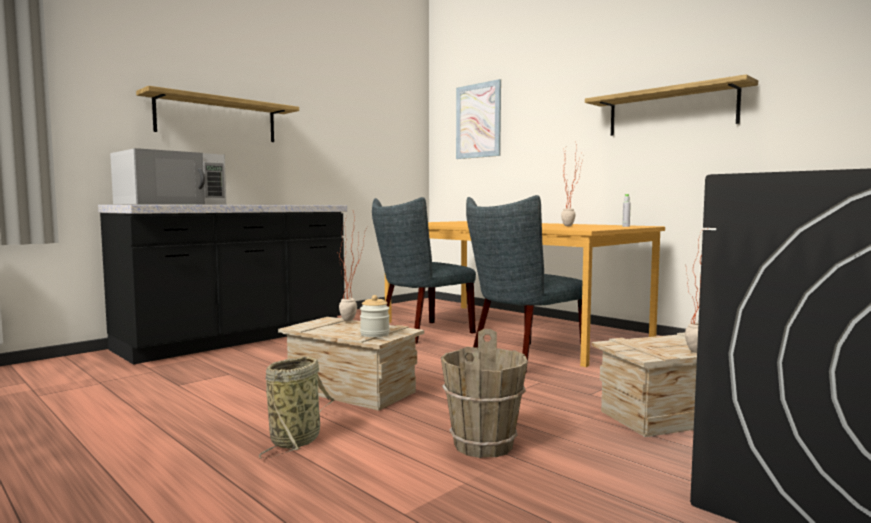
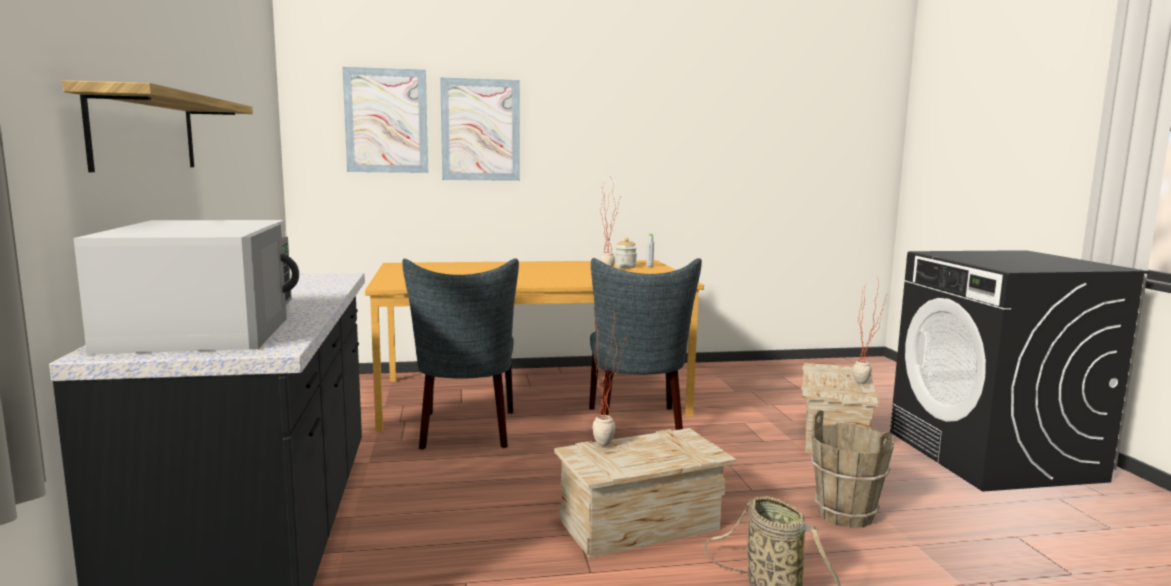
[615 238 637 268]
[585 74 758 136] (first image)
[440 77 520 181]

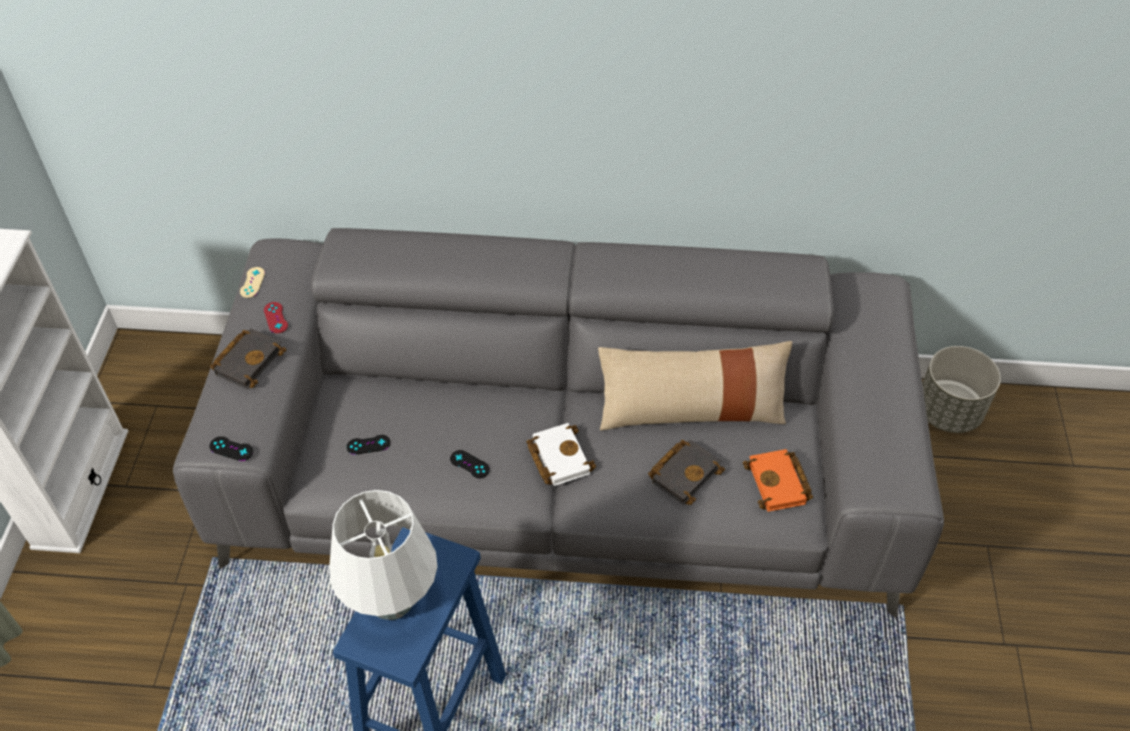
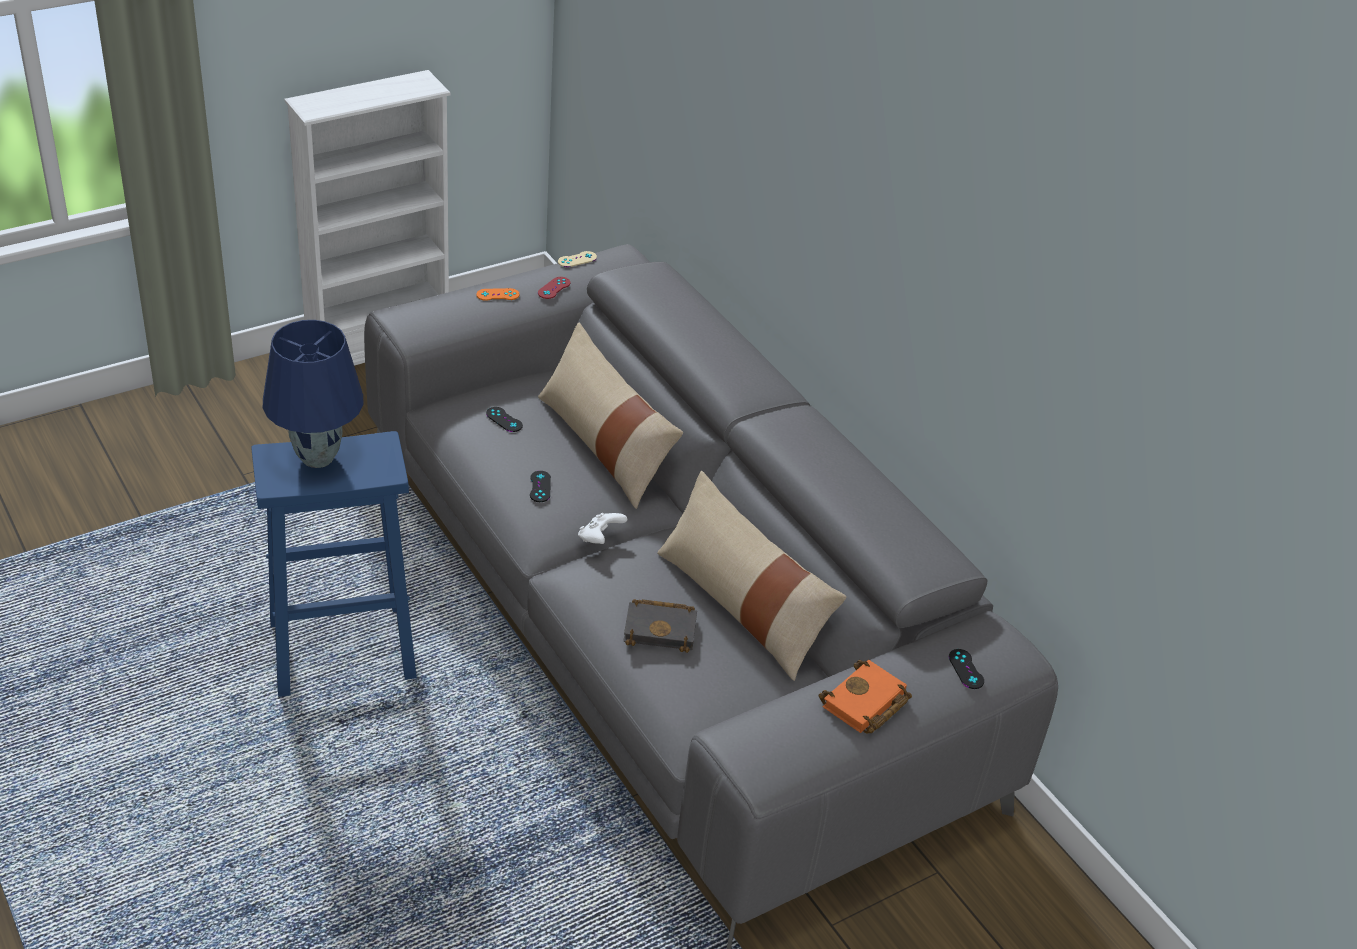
[949 649 984 689]
[476 288 519 301]
[263 320 364 468]
[578 513 627 544]
[819 660 912 734]
[922 346 1001 433] (first image)
[538 323 683 509]

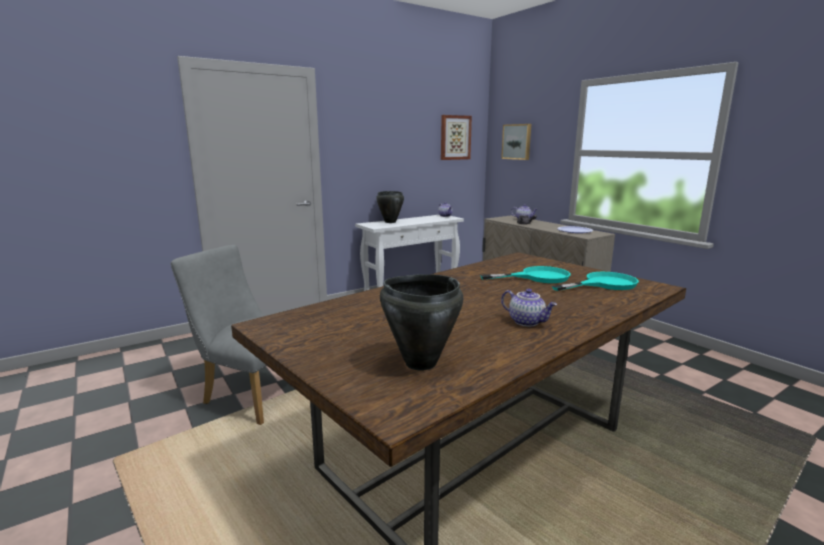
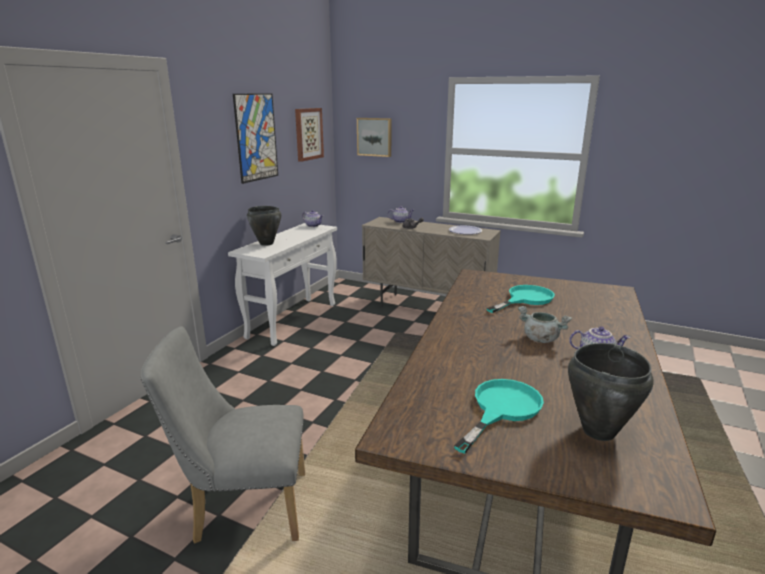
[454 379 544 454]
[233 94 278 184]
[518 306 572 343]

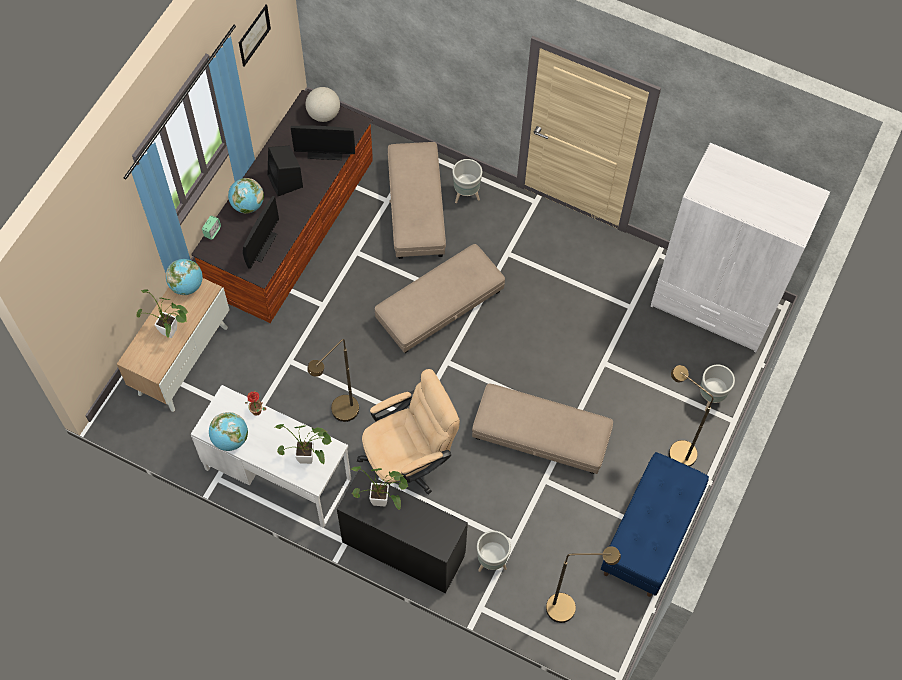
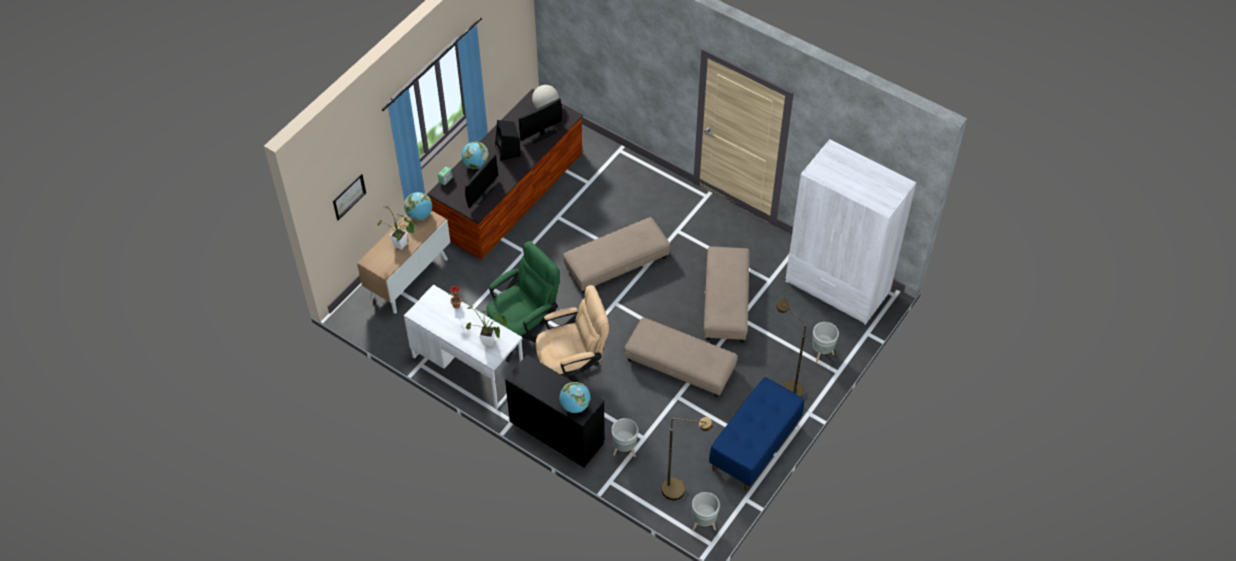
[559 382 591 413]
[333 173 366 220]
[519 98 562 144]
[486 241 560 362]
[352 466 408 509] (first image)
[704 246 749 343]
[692 492 720 530]

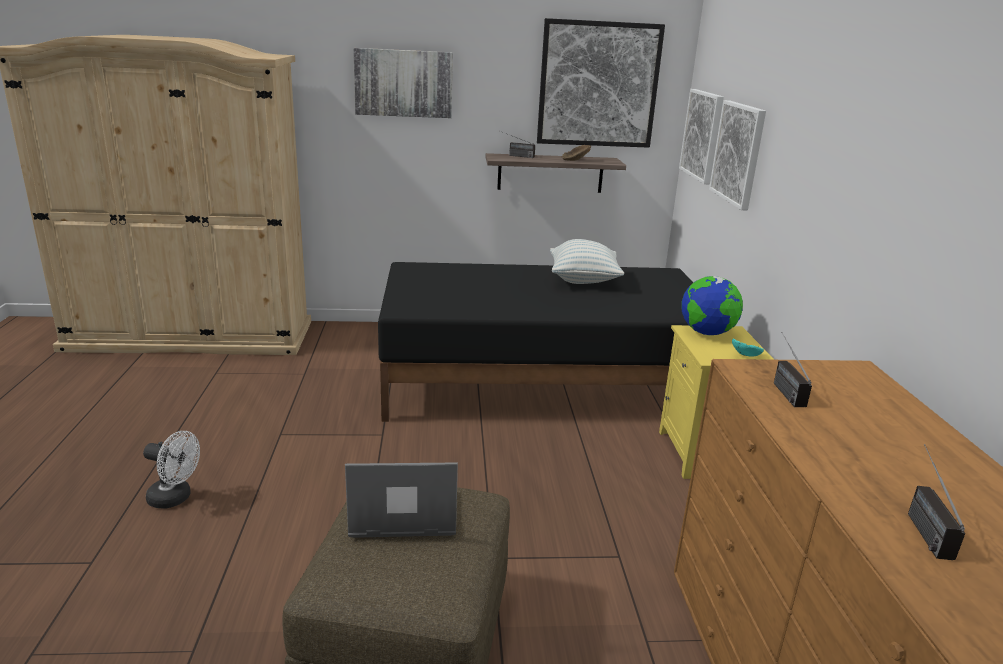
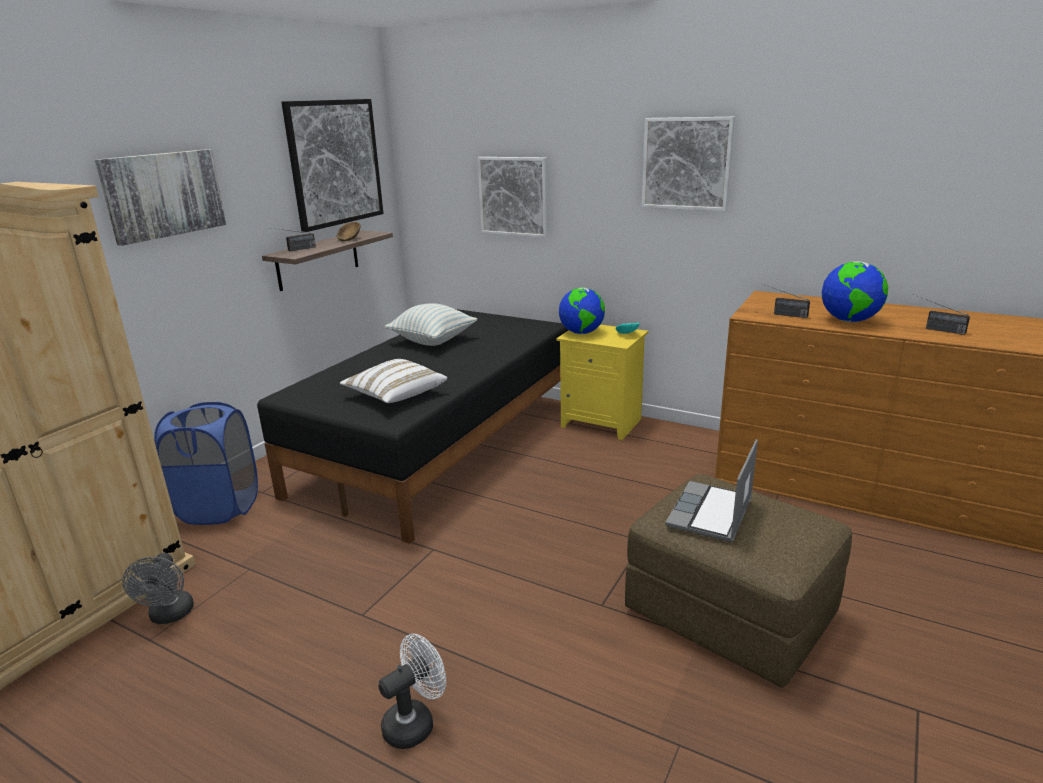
[642 117 735 211]
[122 553 194 624]
[154 402 258 525]
[340 359 447 403]
[822 261 888 322]

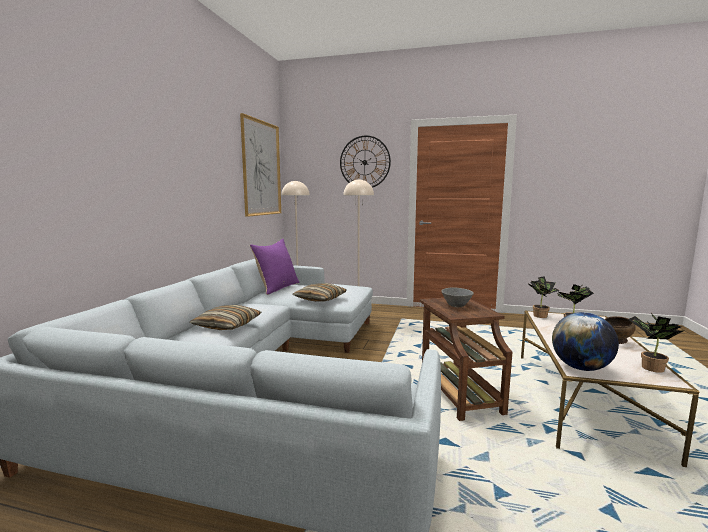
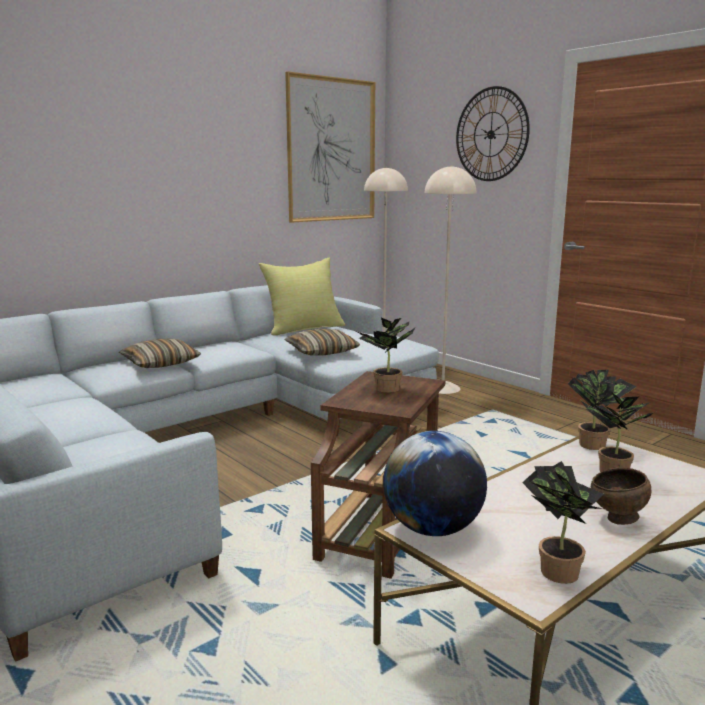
[259 257 345 335]
[356 318 415 393]

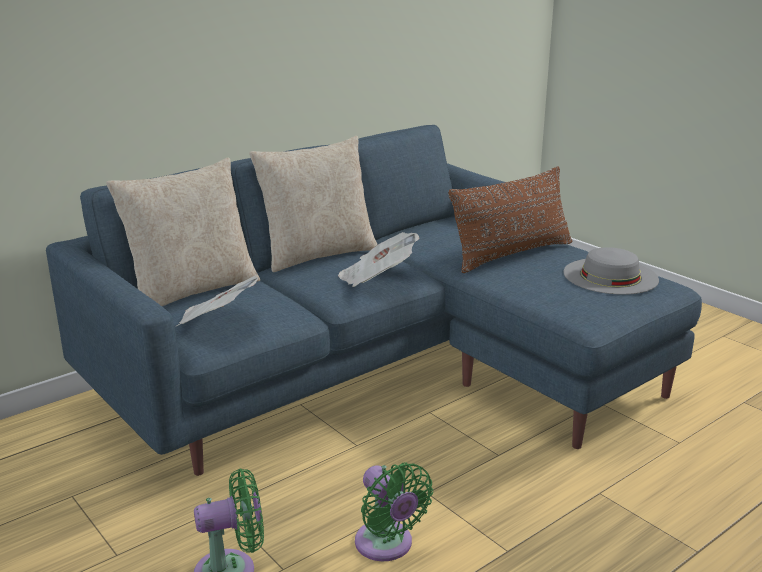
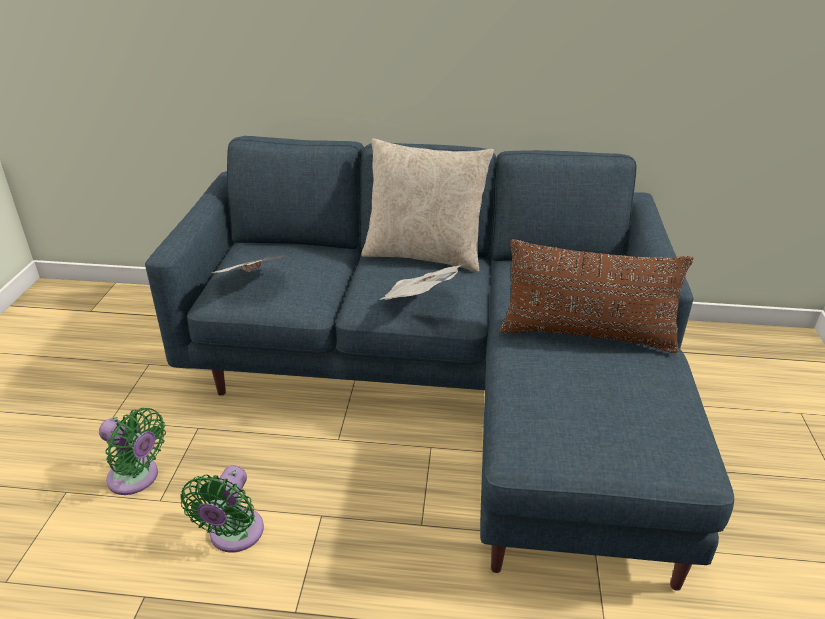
[106 158 260 306] (first image)
[563 247 659 295] (first image)

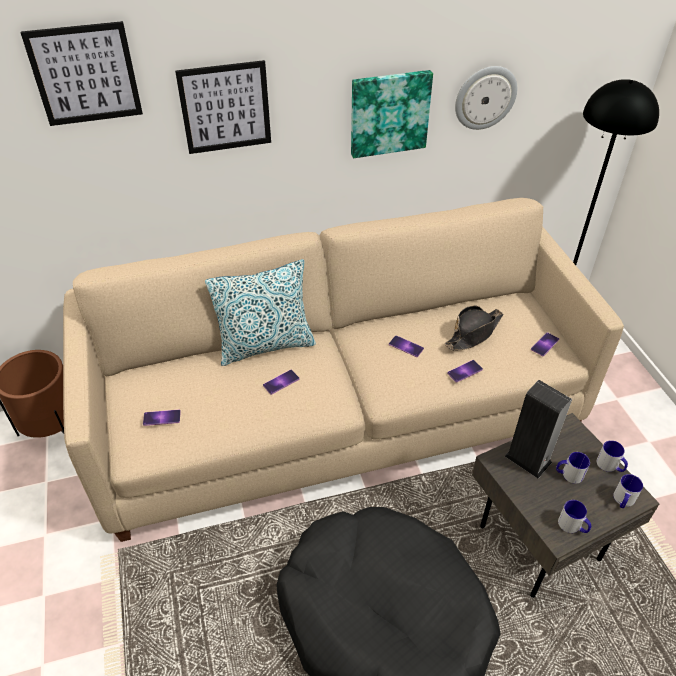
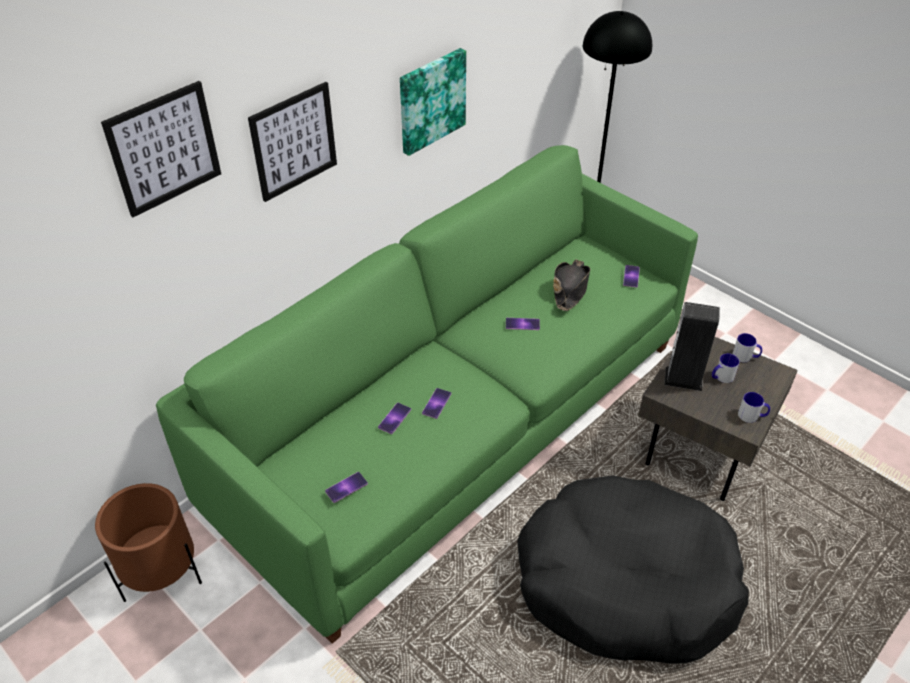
[156 145 698 644]
[205 259 316 366] (first image)
[378 403 411 434]
[455 66 517 130] (first image)
[613 474 643 508] (first image)

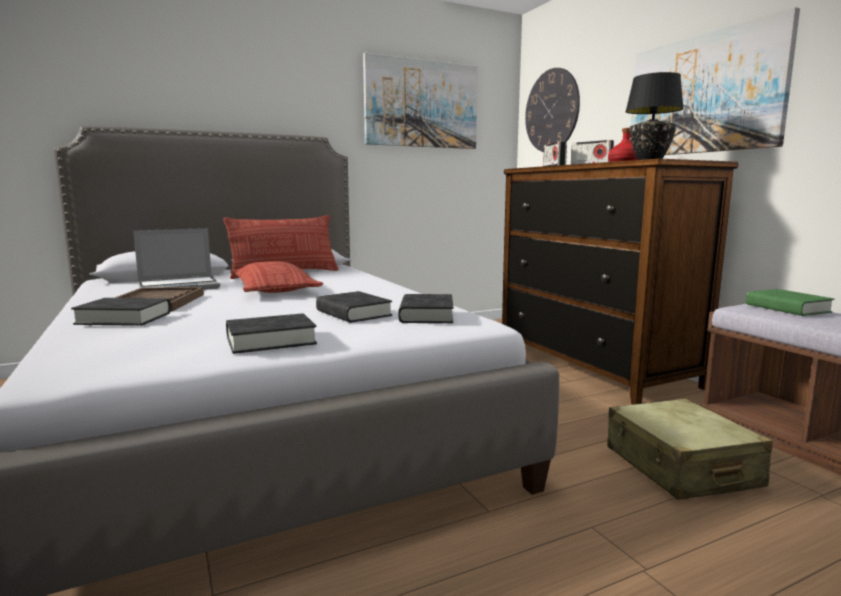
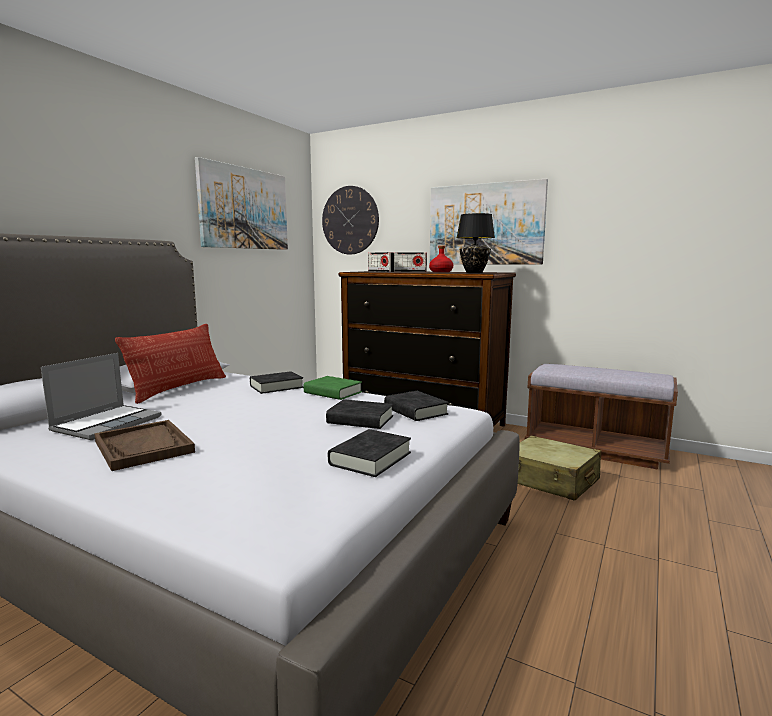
[250 371 304 394]
[230 261 323 293] (first image)
[304 376 362 400]

